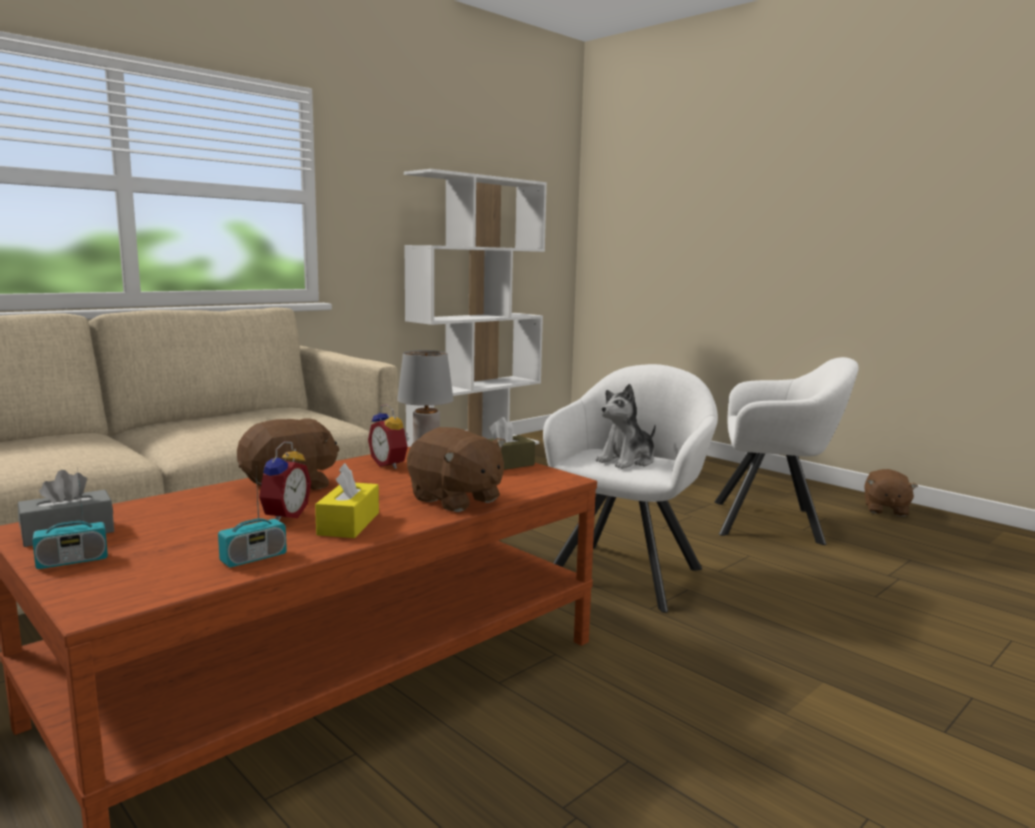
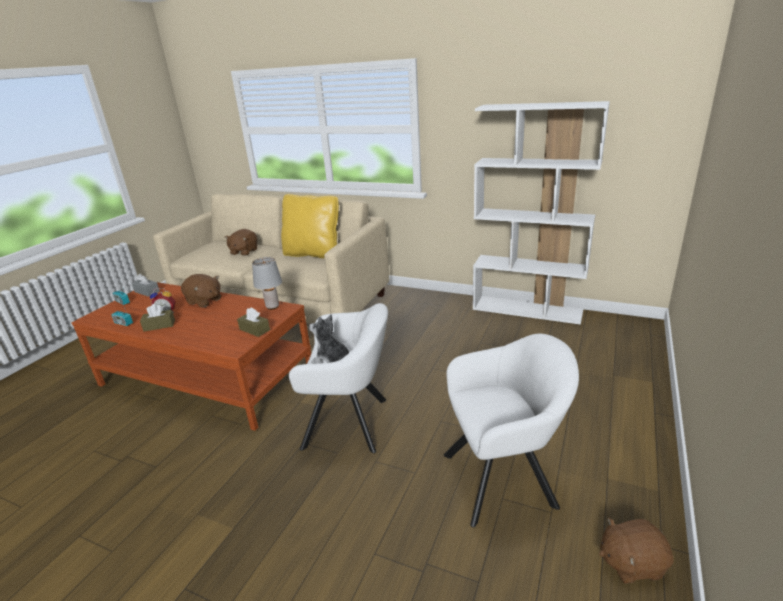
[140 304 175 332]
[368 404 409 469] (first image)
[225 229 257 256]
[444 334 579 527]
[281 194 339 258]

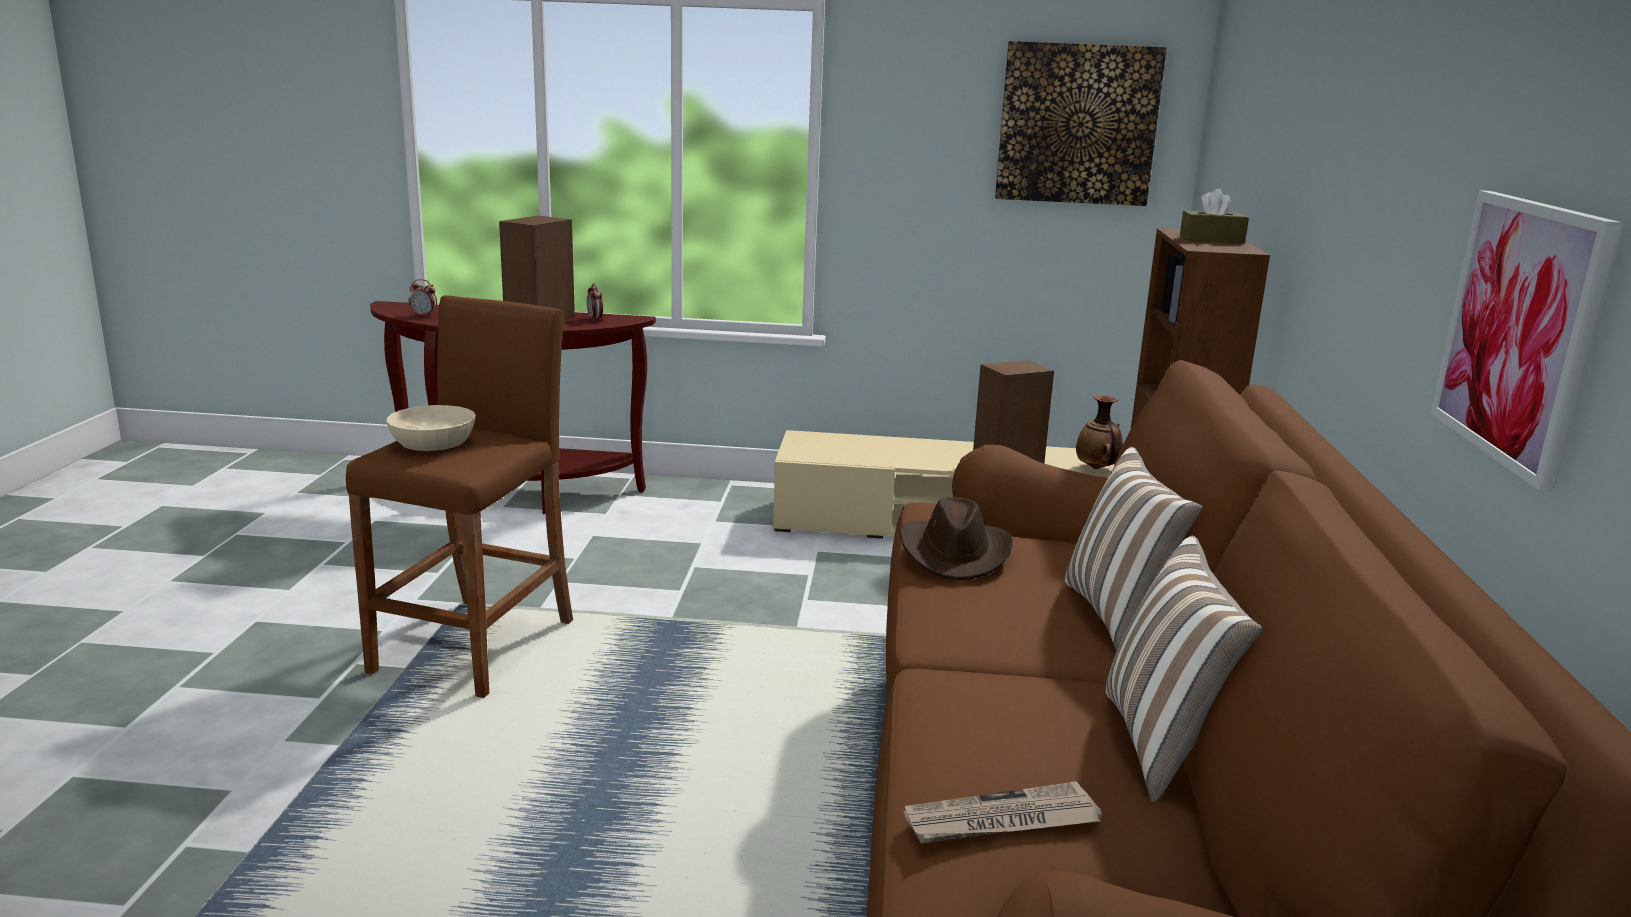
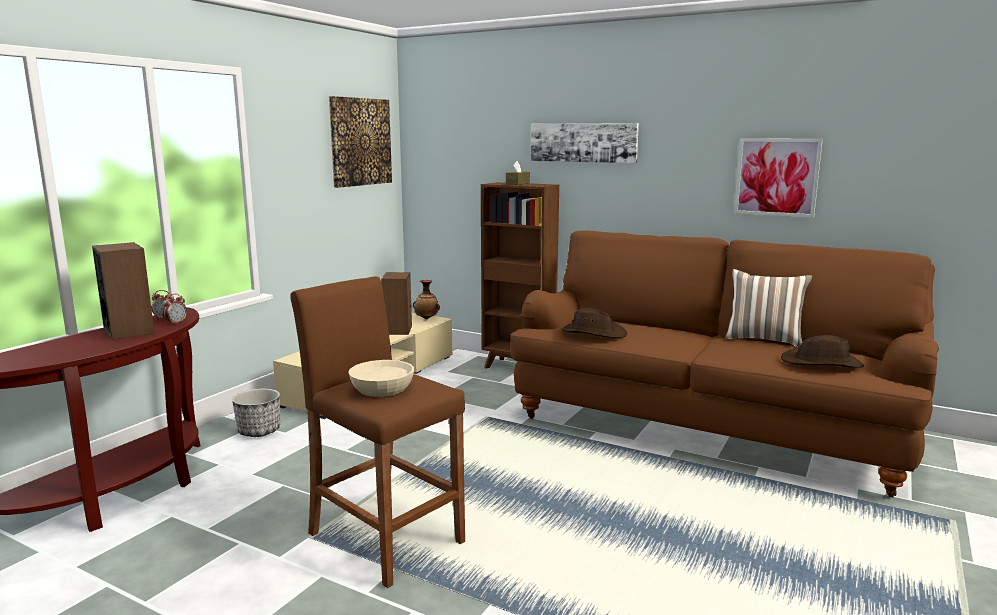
[162 294 187 325]
[781 335 864 368]
[1065 447 1203 652] (first image)
[232 389 280 437]
[531 123 639 163]

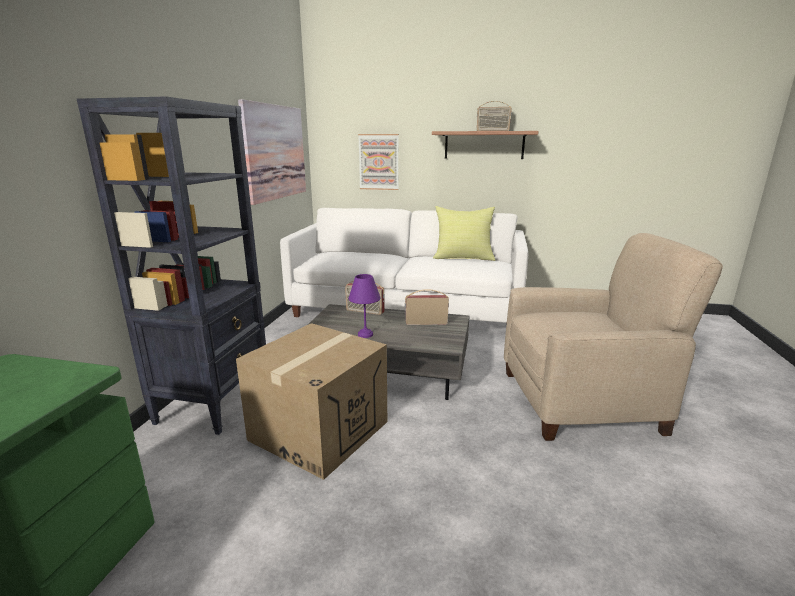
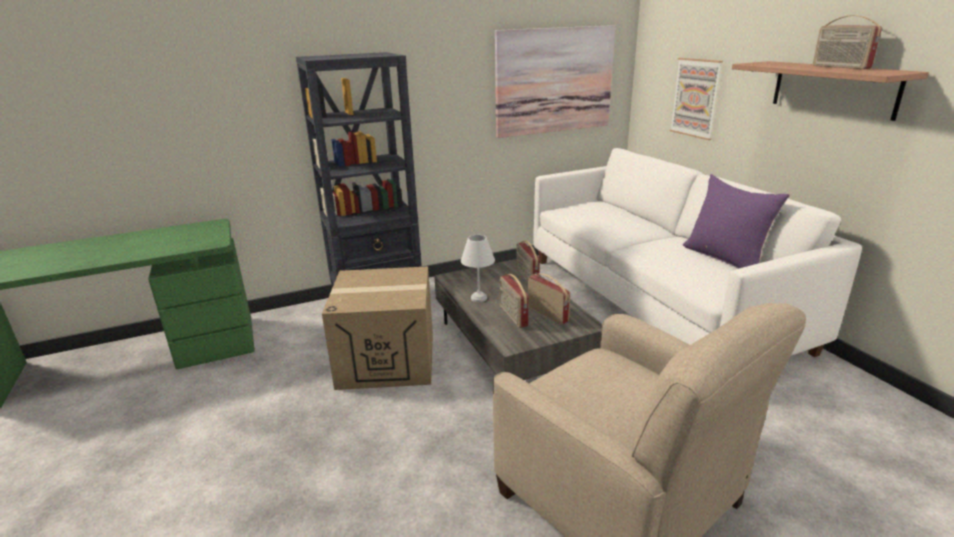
[461 235 495 302]
[683 174 790 268]
[499 274 529 328]

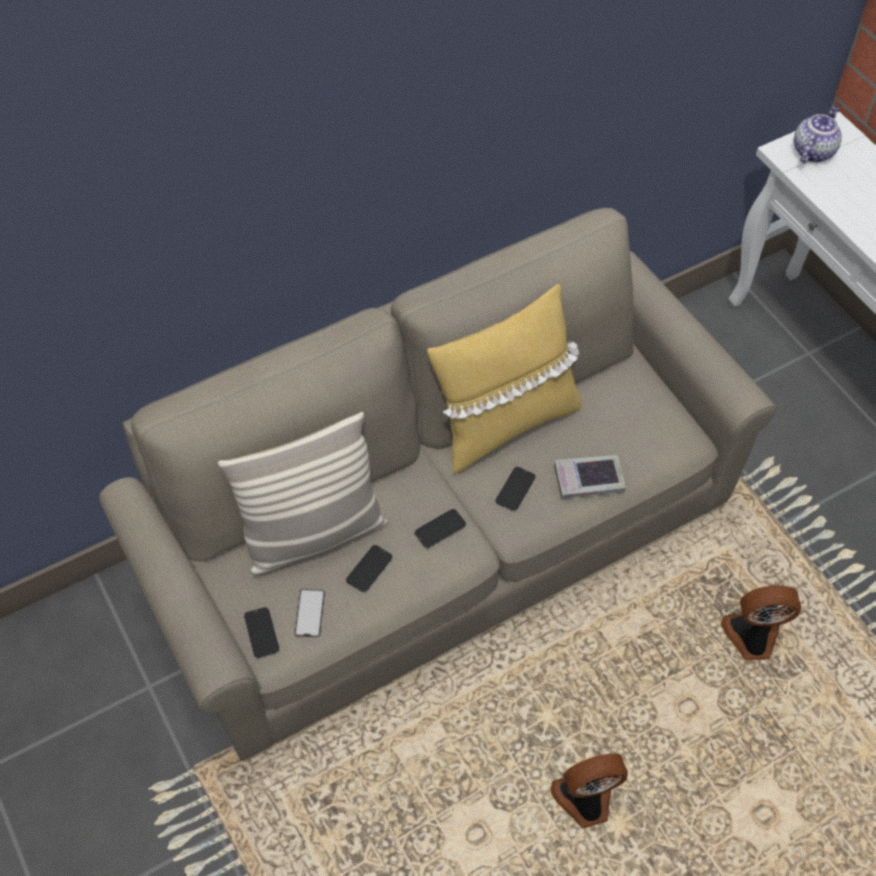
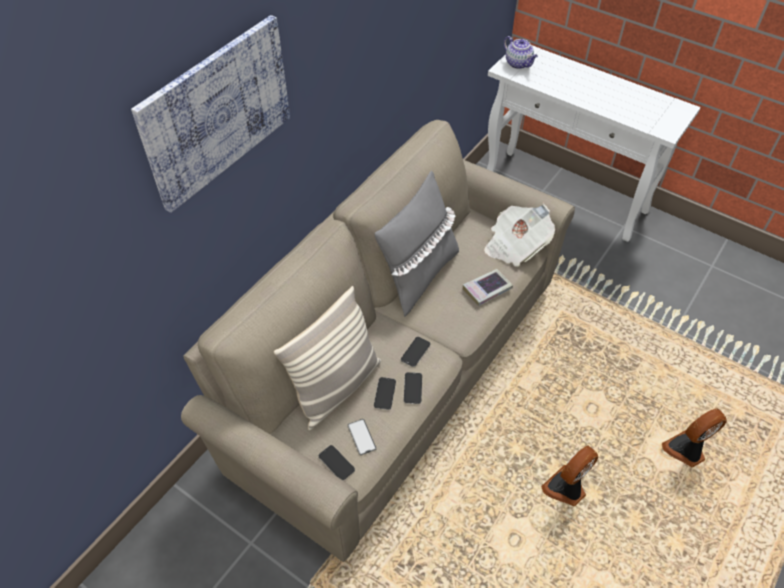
[375 170 459 317]
[404 372 422 404]
[662 408 727 467]
[504 36 538 69]
[131 15 290 213]
[484 202 555 267]

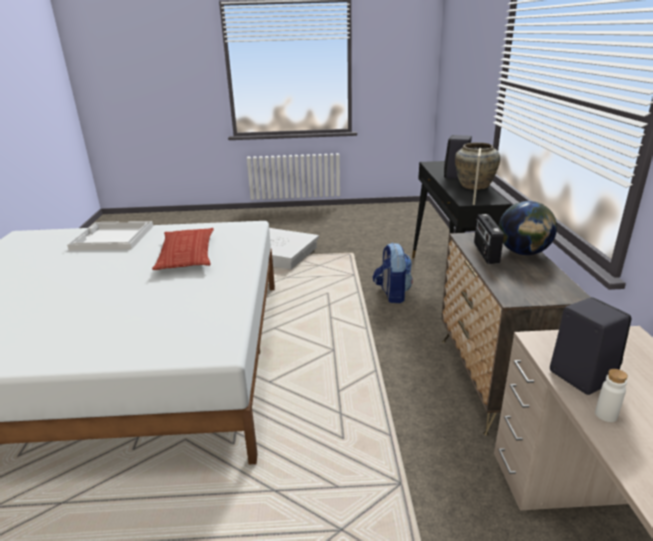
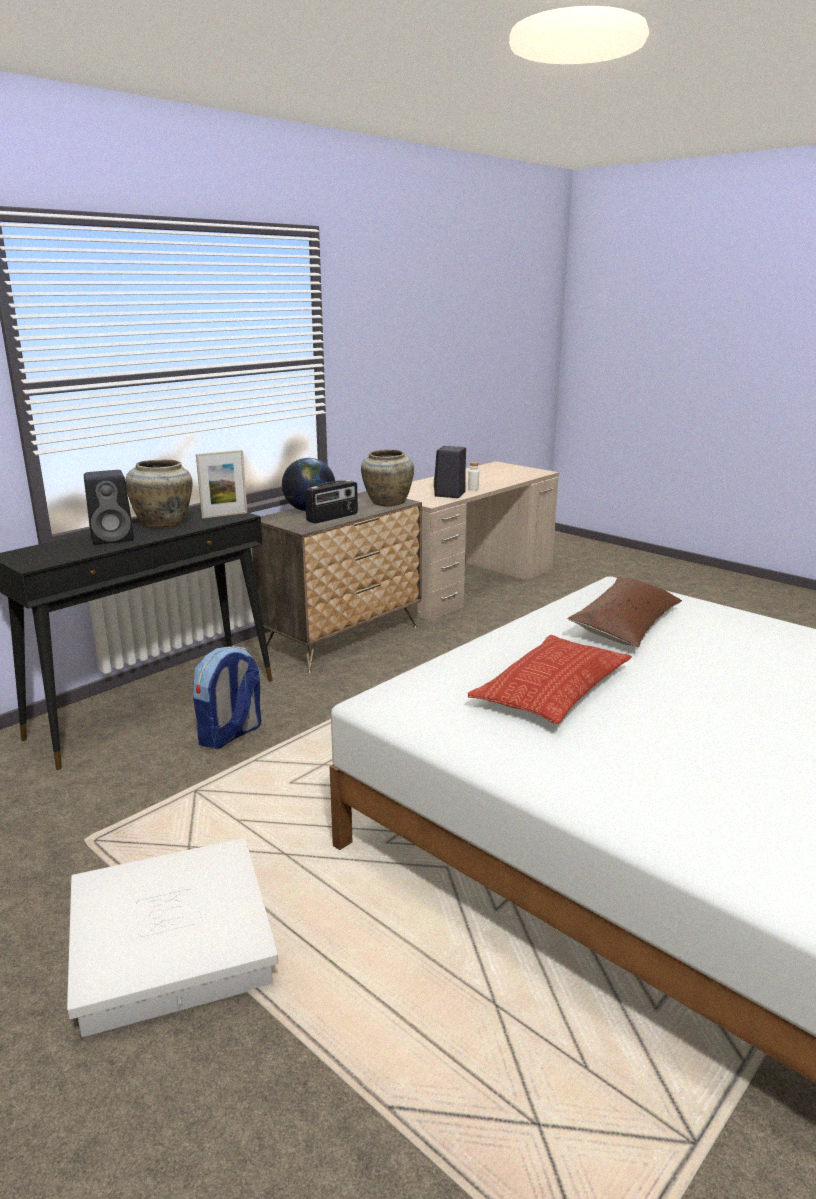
[67 221 153 250] (first image)
[361 449 414 506]
[568 577 682 647]

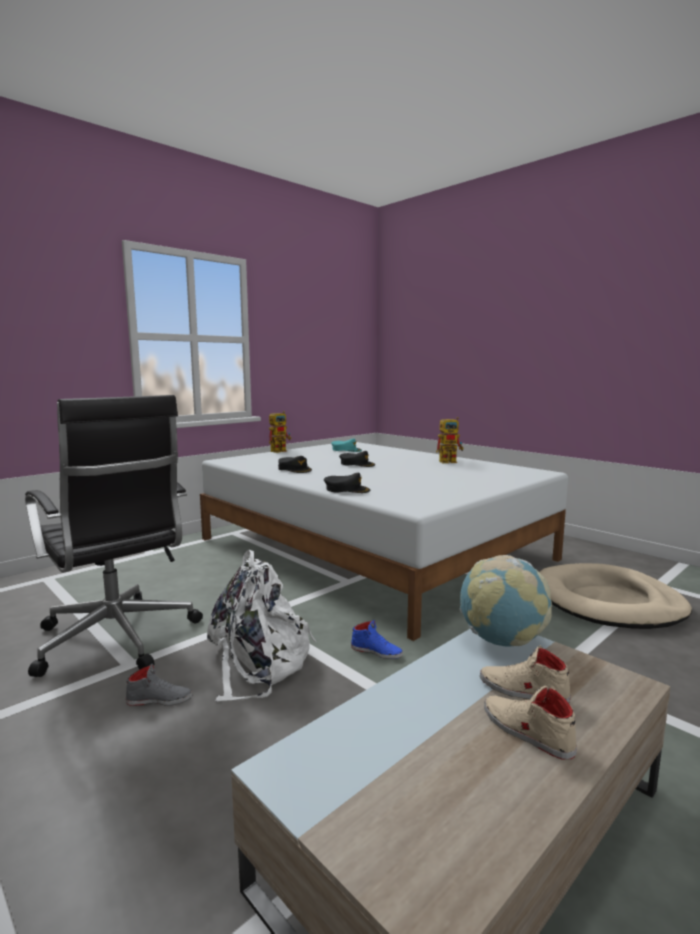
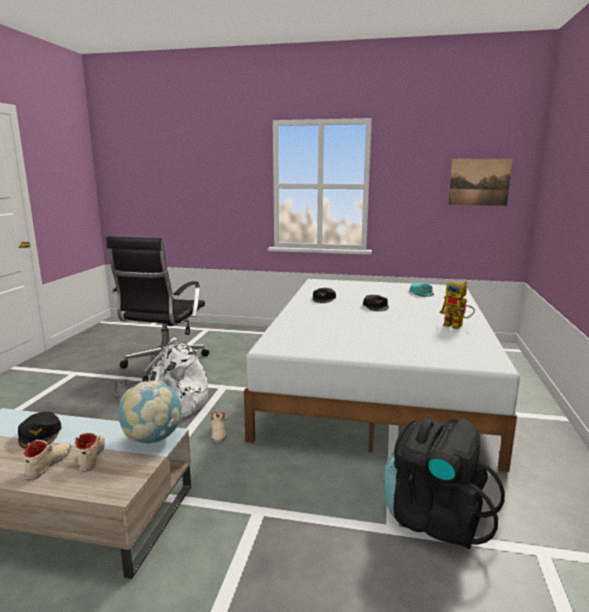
[269 411 292 453] (first image)
[18 412 62 449]
[209 412 227 443]
[383 418 505 549]
[448 159 512 206]

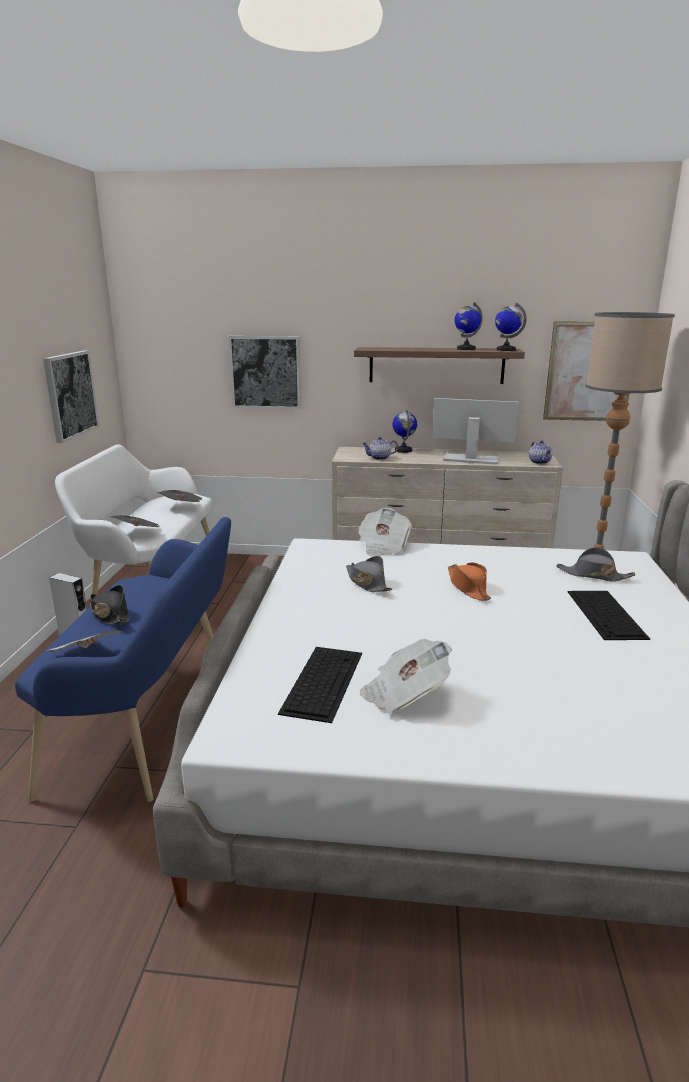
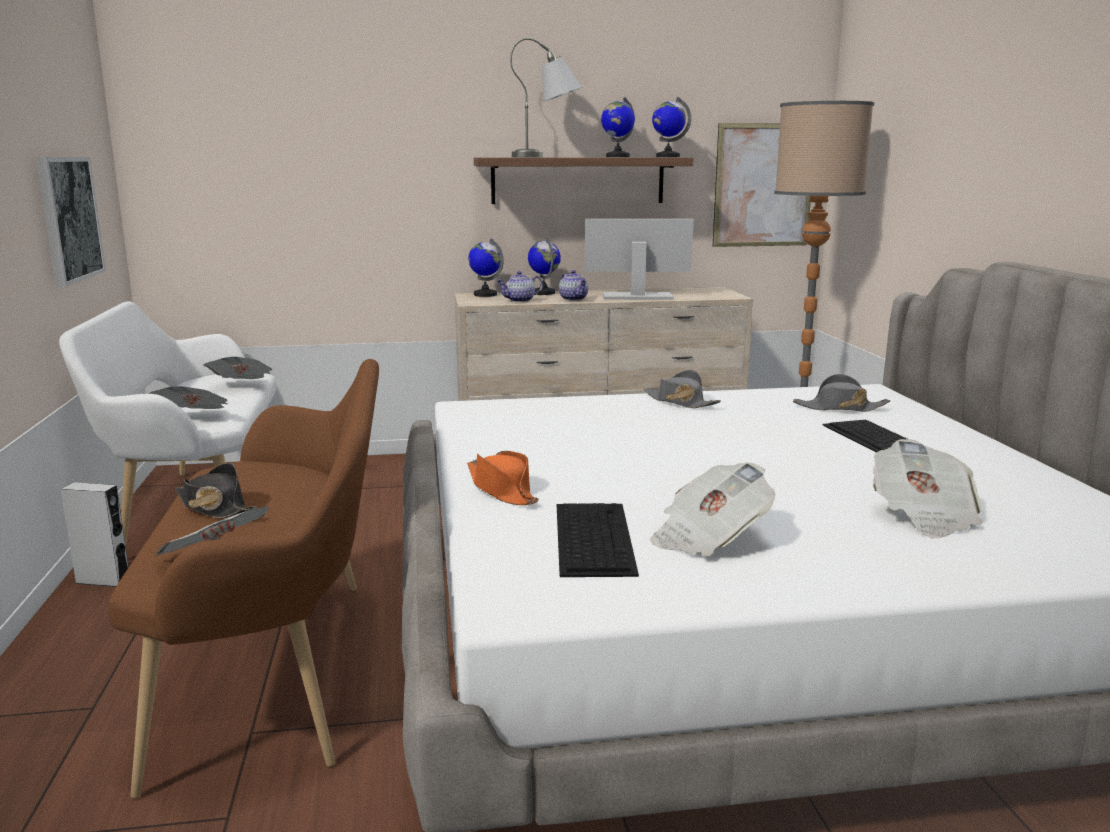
[108 359 379 798]
[228 336 301 409] (first image)
[644 370 721 408]
[873 439 983 539]
[467 451 539 505]
[559 270 588 301]
[468 238 504 297]
[510 38 582 157]

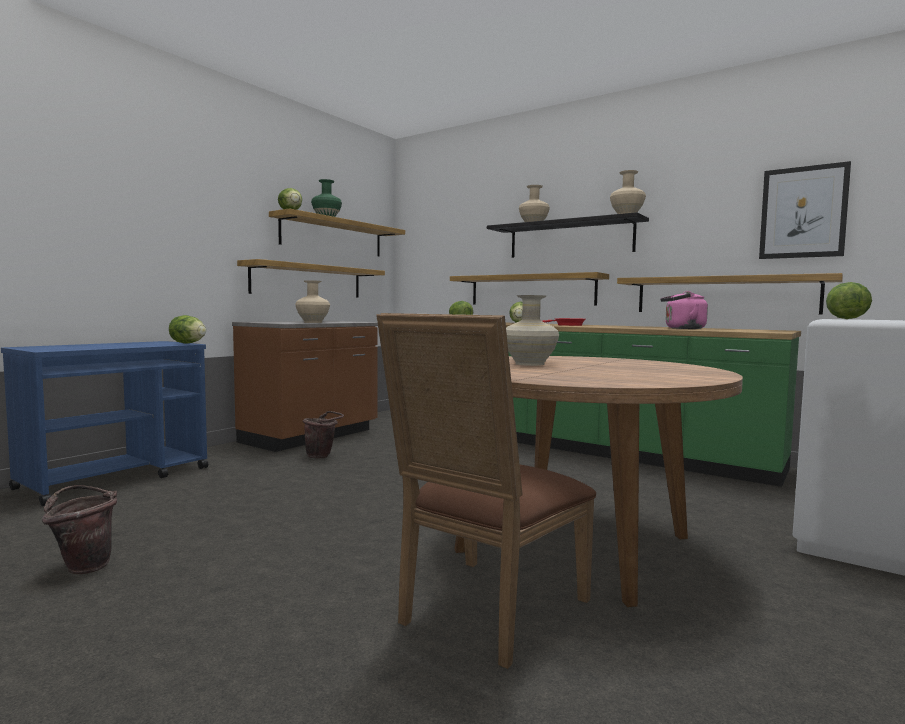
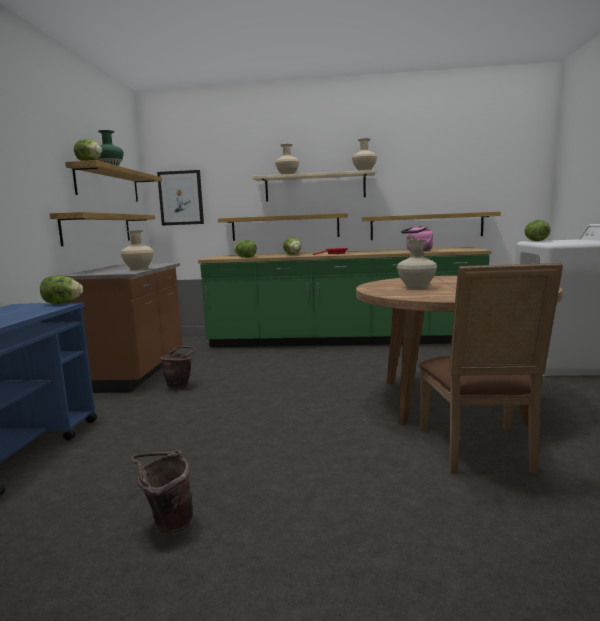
[252 170 376 202]
[157 170 204 226]

